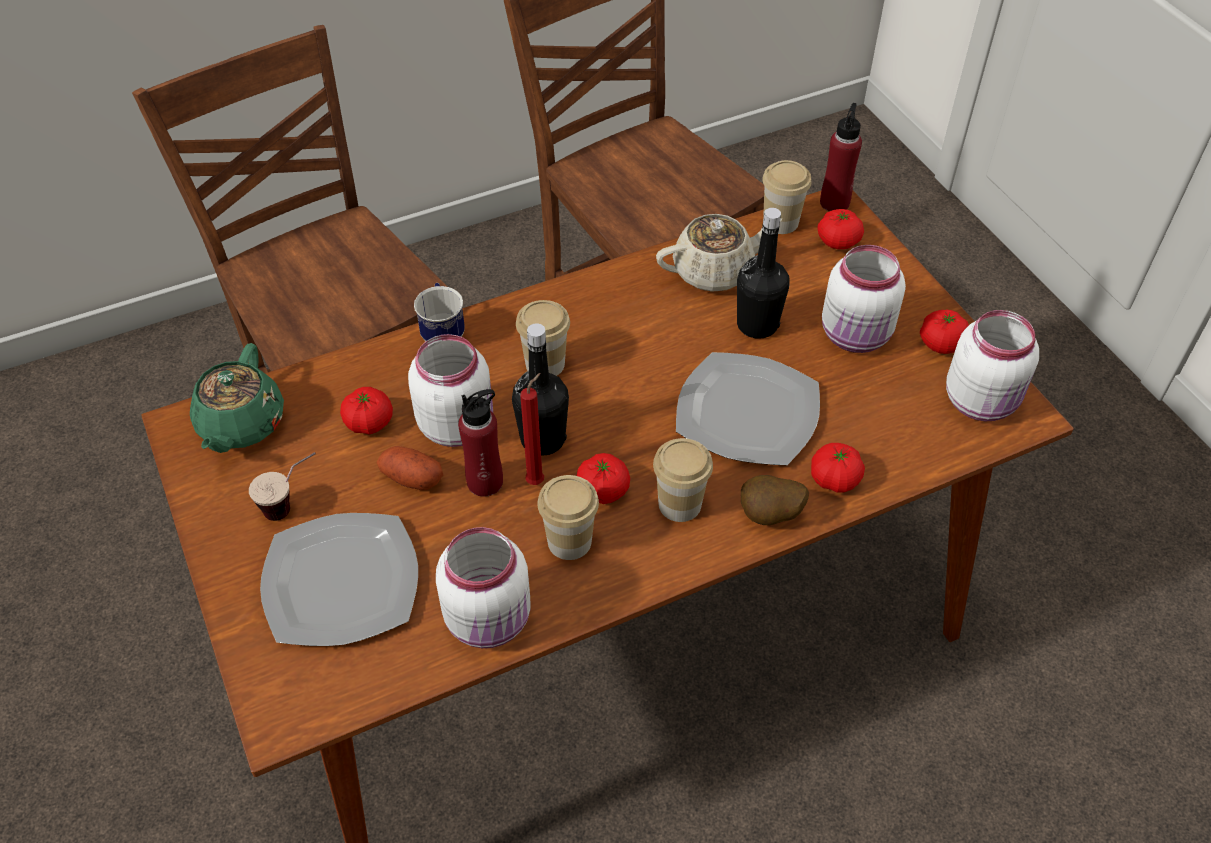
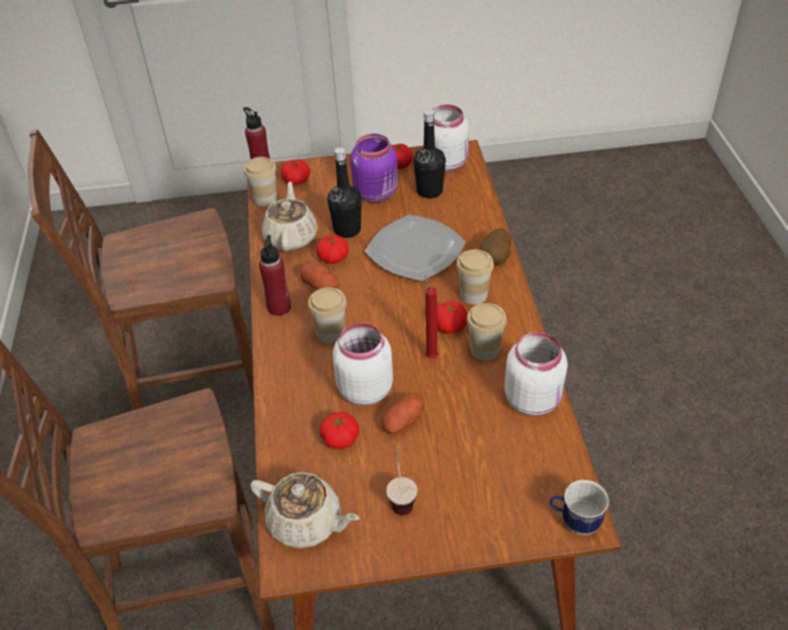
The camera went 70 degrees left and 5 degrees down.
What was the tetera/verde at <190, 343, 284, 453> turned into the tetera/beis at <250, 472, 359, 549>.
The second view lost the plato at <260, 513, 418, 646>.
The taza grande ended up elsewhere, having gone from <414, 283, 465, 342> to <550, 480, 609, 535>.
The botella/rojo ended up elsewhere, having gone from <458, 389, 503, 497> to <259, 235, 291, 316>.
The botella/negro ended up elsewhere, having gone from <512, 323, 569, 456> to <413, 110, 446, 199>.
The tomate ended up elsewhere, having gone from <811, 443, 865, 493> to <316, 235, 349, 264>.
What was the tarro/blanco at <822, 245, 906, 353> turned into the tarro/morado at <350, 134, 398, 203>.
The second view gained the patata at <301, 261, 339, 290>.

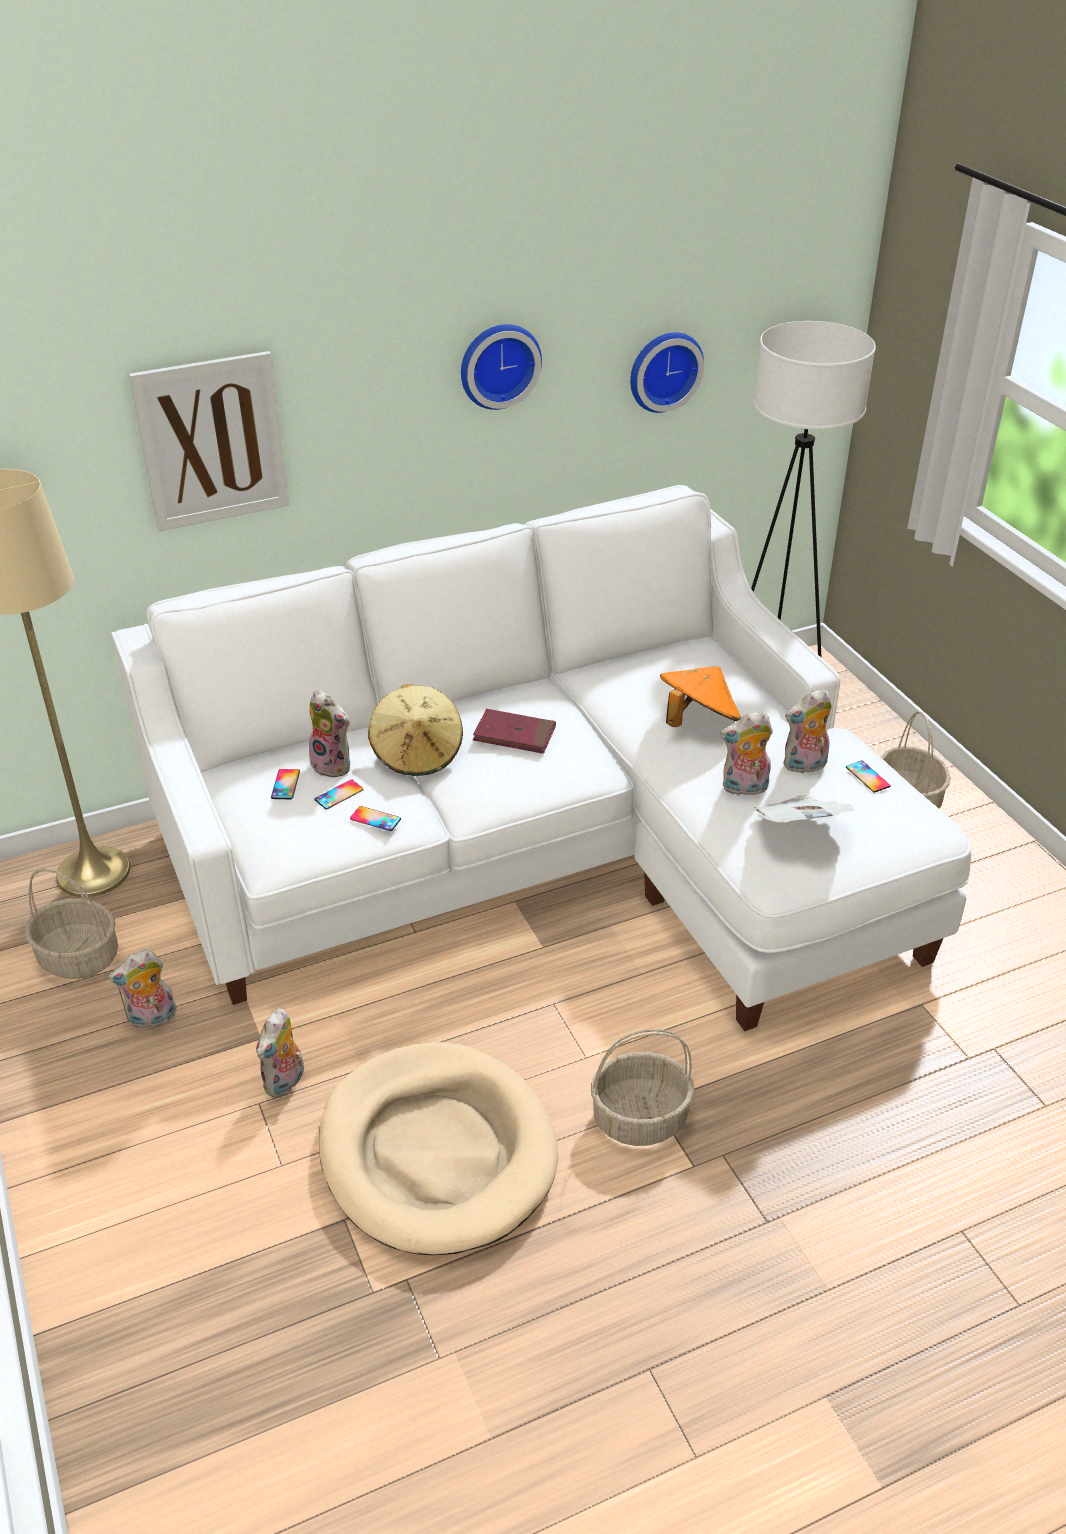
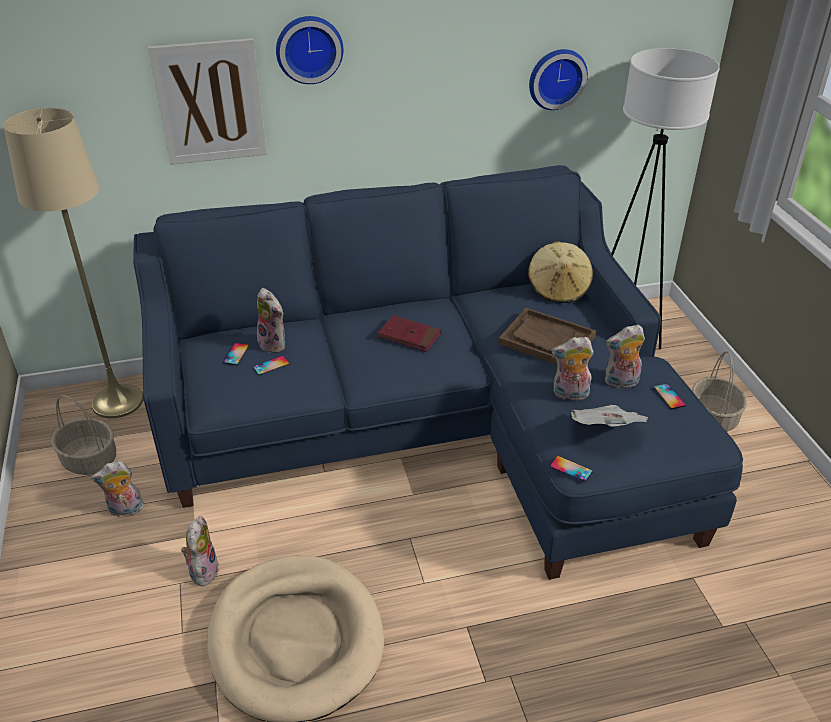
The camera went 10 degrees right and 0 degrees up.
What was the sofá/blanco at <111, 485, 971, 1031> turned into the sofá/azul at <133, 165, 743, 580>.
The peluche at <256, 1009, 304, 1098> ended up facing another way, 150 degrees clockwise from before.
The móvil ended up elsewhere, having gone from <350, 806, 401, 831> to <550, 456, 593, 482>.
The sombrero/beis ended up elsewhere, having gone from <368, 684, 463, 776> to <528, 241, 593, 303>.
The reloj de pared ended up elsewhere, having gone from <461, 324, 542, 410> to <276, 16, 343, 84>.
The second view lost the cesta at <591, 1029, 694, 1146>.
Where the sombrero/naranja stood at <660, 666, 741, 727>, the bandeja/marrón came to stand at <498, 308, 596, 364>.

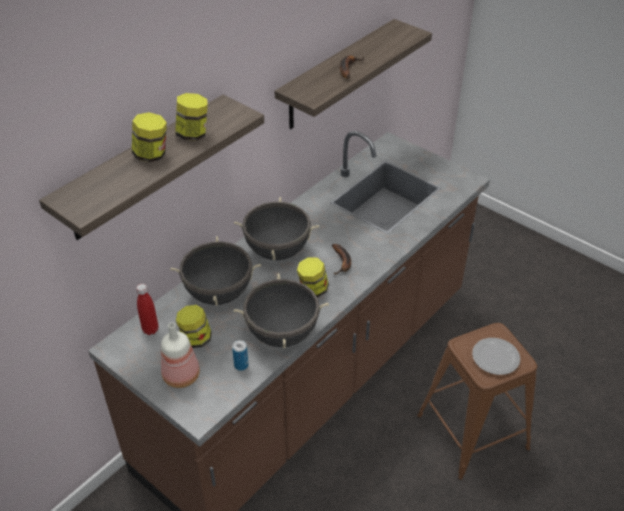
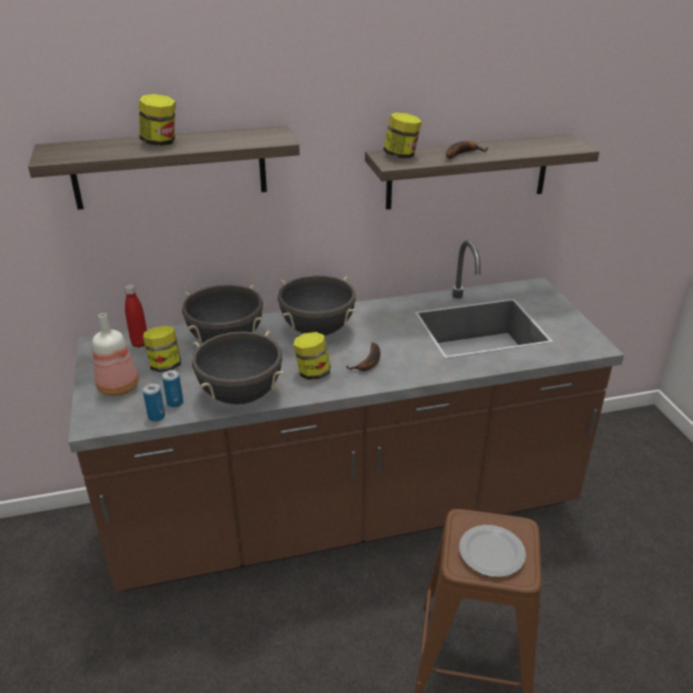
The camera went 35 degrees right and 10 degrees down.
The tarro ended up elsewhere, having gone from <175, 93, 208, 141> to <383, 112, 422, 159>.
The second view gained the lata at <143, 383, 165, 422>.

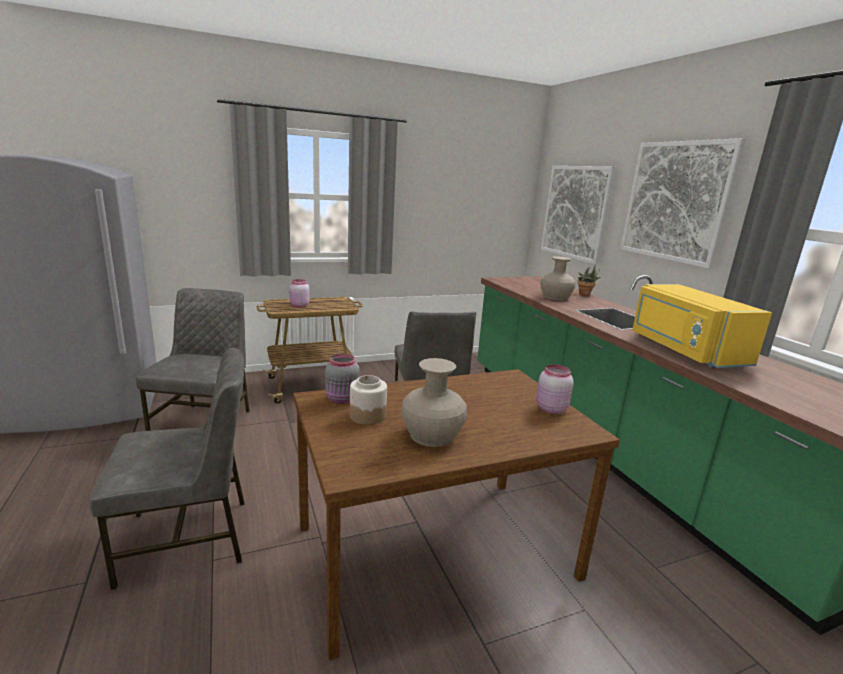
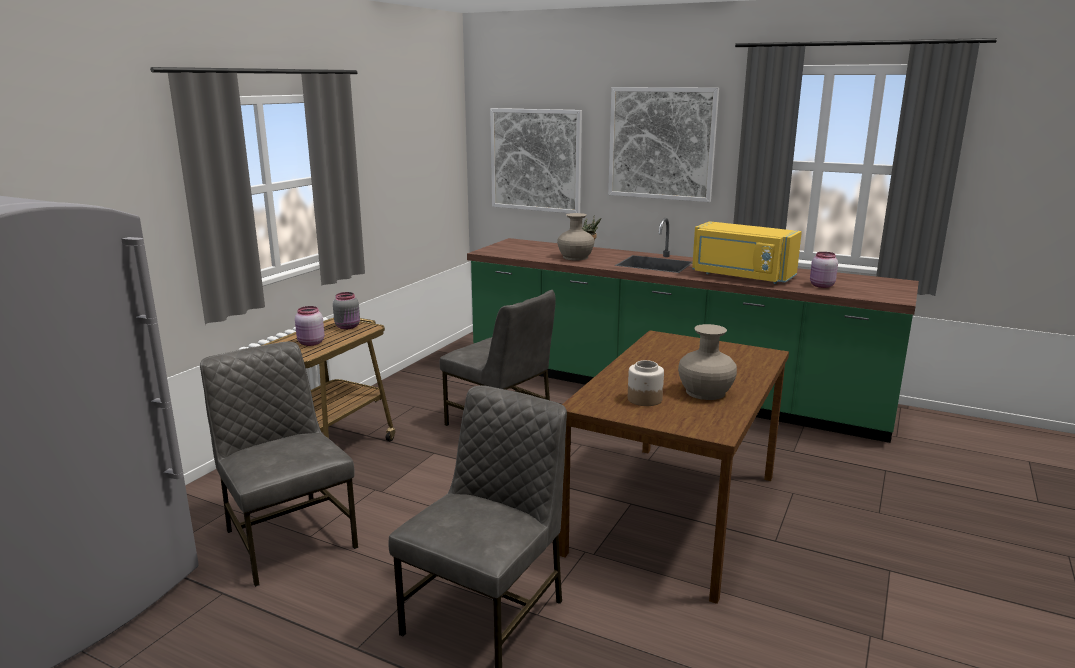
The camera went 40 degrees left and 0 degrees up.
The tarro/gris ended up elsewhere, having gone from <325, 354, 359, 404> to <333, 292, 360, 329>.
The tarro/rosa ended up elsewhere, having gone from <536, 364, 574, 414> to <810, 252, 838, 288>.

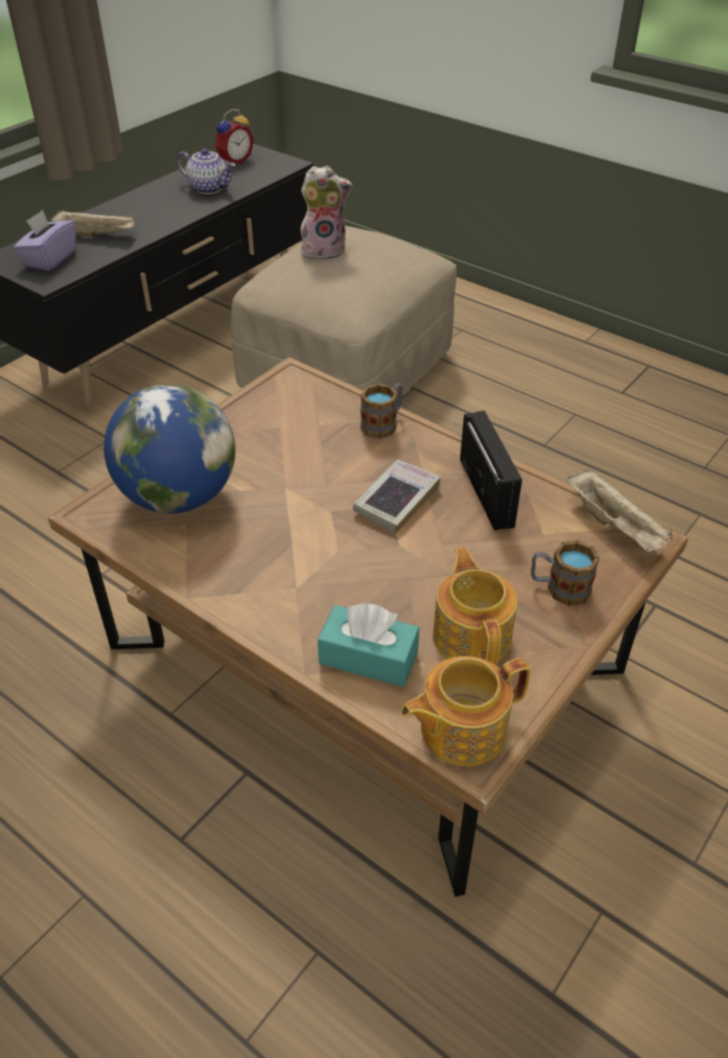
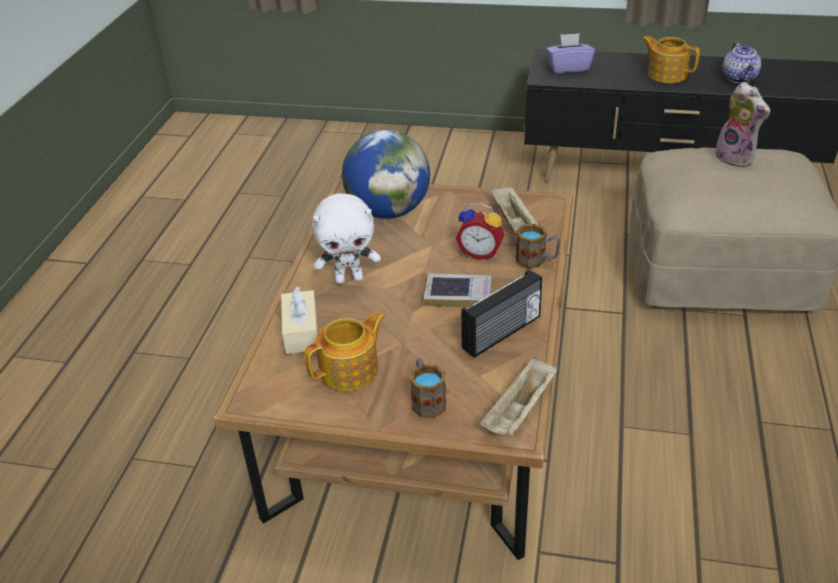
The camera went 65 degrees right and 5 degrees down.
The bandeja/beis ended up elsewhere, having gone from <51, 210, 135, 237> to <491, 186, 541, 234>.
The despertador ended up elsewhere, having gone from <215, 109, 254, 165> to <456, 203, 505, 260>.
What was the caja de pañuelos/turquesa at <318, 603, 419, 687> turned into the caja de pañuelos/beis at <281, 286, 318, 354>.
The tetera ended up elsewhere, having gone from <401, 656, 530, 766> to <642, 36, 700, 83>.
The second view gained the peluche/blanco at <312, 193, 381, 284>.

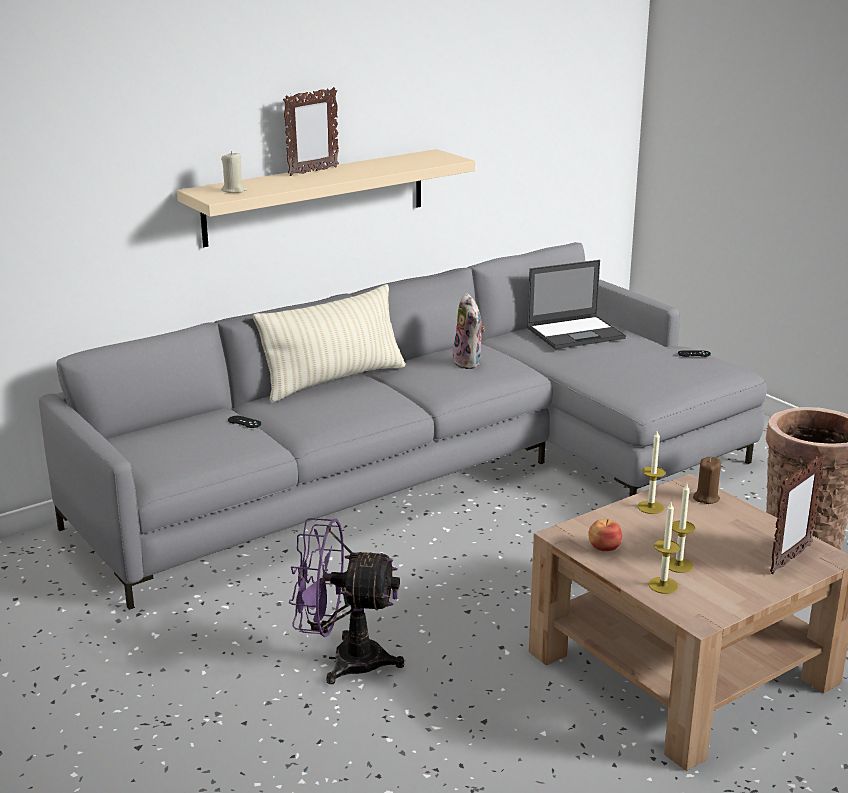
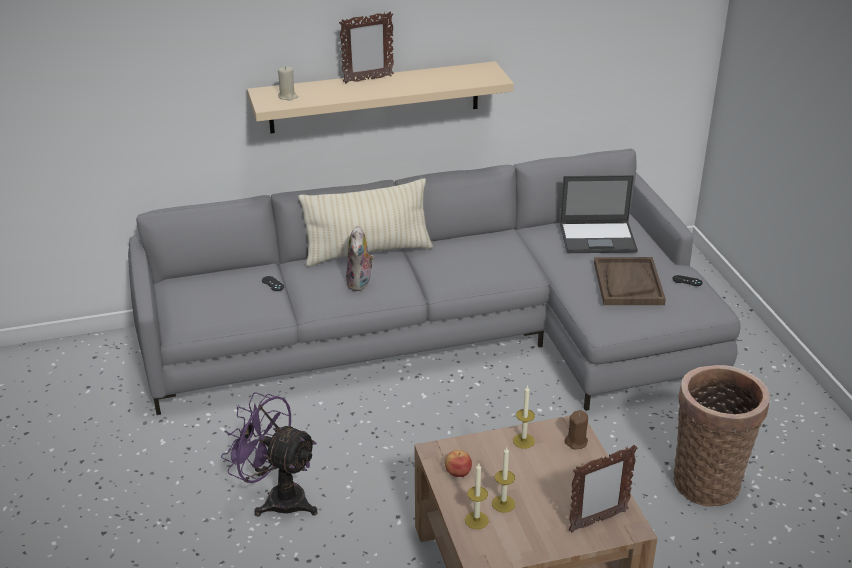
The camera went 20 degrees right and 10 degrees up.
The peluche ended up elsewhere, having gone from <453, 293, 485, 369> to <346, 225, 374, 291>.
The second view gained the bandeja/marrón at <594, 257, 666, 305>.

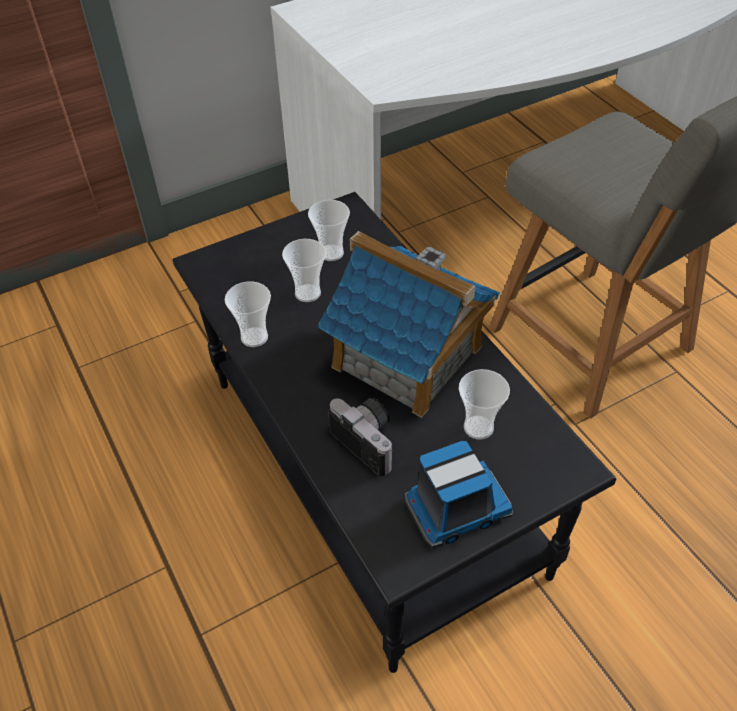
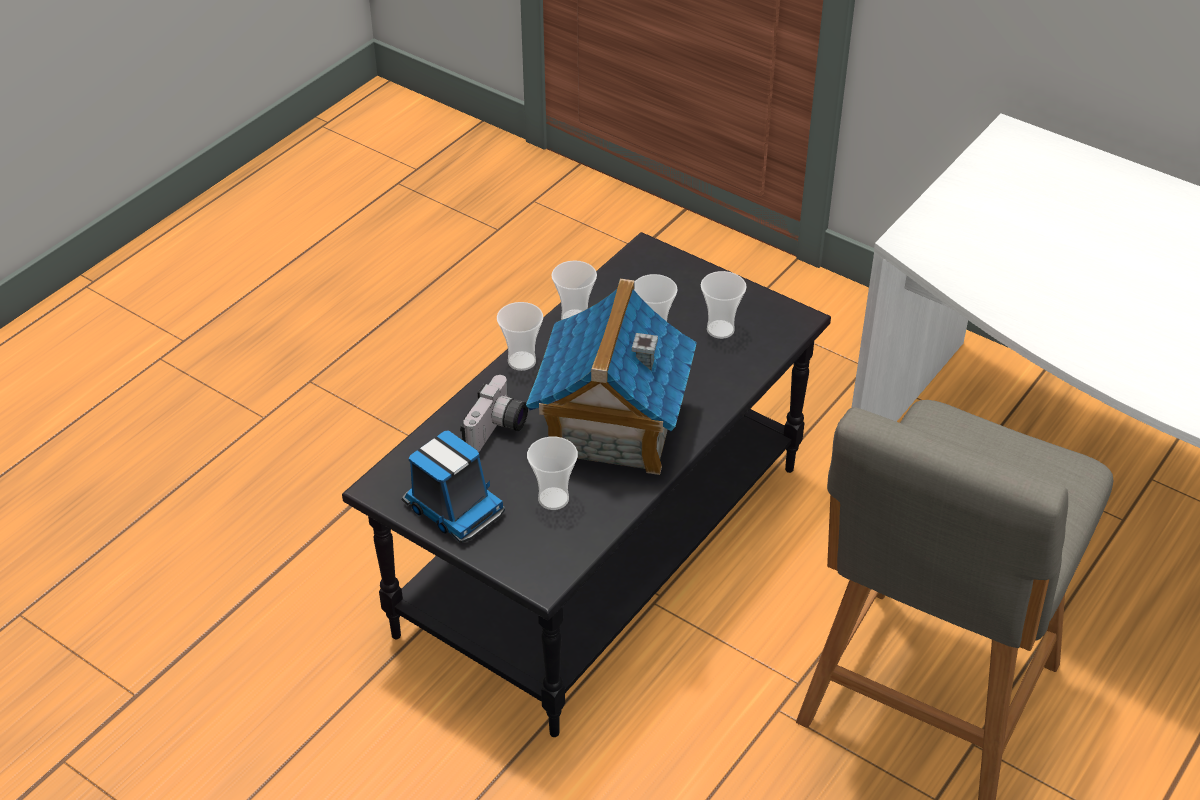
The camera went 65 degrees right and 5 degrees down.
The second view gained the taza at <497, 302, 543, 371>.

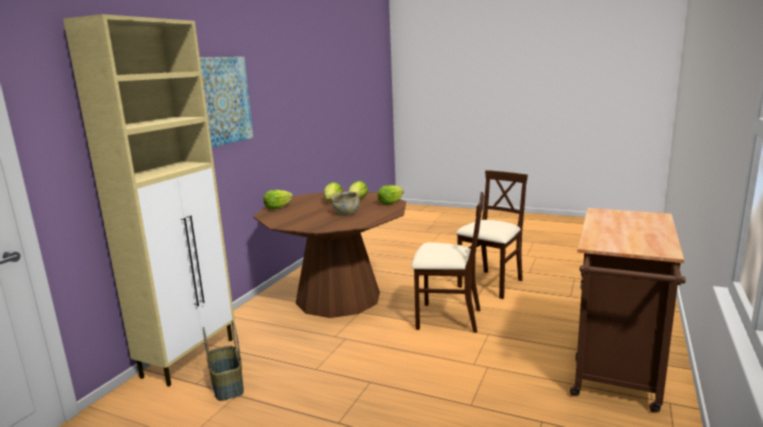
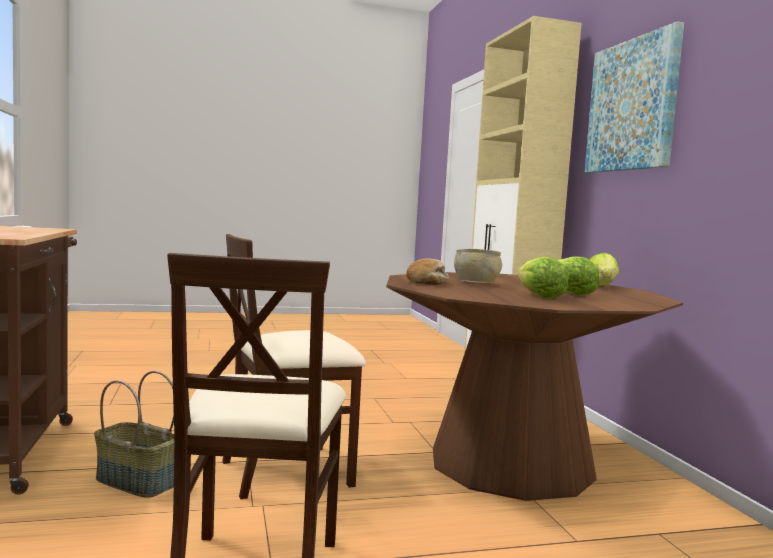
The camera went 140 degrees right and 10 degrees down.
The cesta ended up elsewhere, having gone from <203, 320, 244, 401> to <94, 371, 174, 498>.
The second view lost the lechuga at <377, 185, 404, 205>.
The second view gained the pan at <406, 258, 449, 285>.

